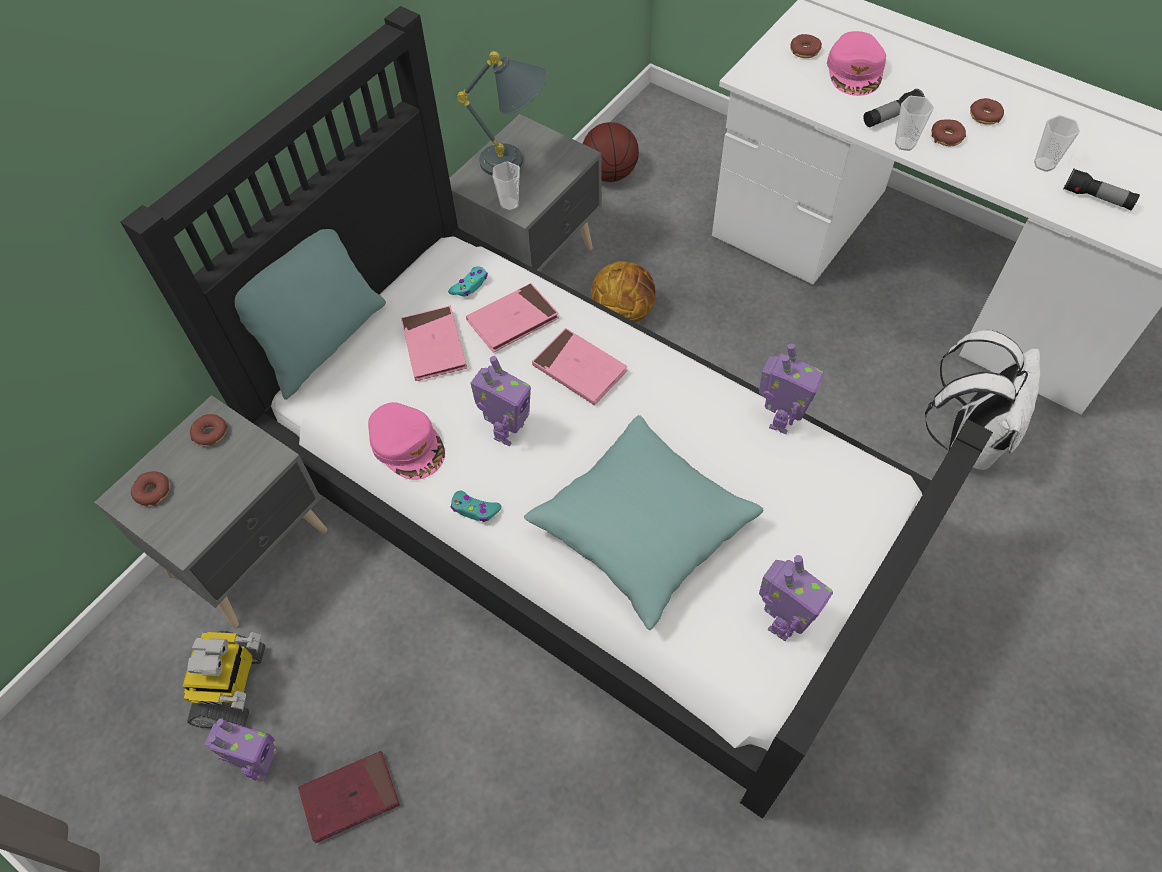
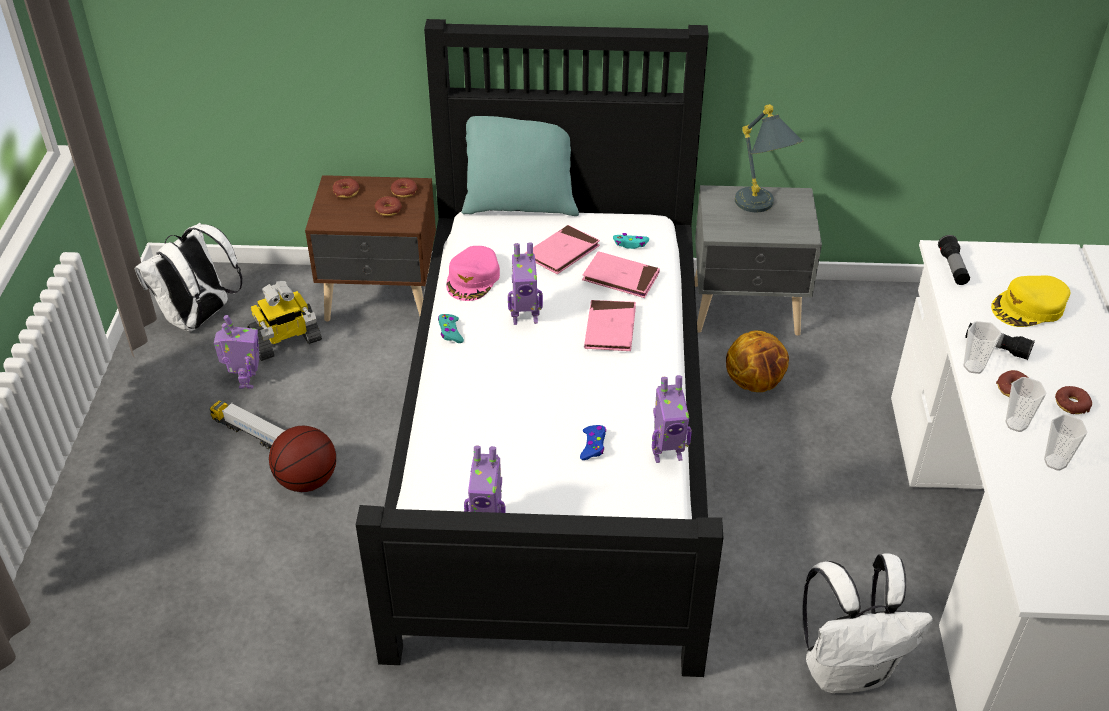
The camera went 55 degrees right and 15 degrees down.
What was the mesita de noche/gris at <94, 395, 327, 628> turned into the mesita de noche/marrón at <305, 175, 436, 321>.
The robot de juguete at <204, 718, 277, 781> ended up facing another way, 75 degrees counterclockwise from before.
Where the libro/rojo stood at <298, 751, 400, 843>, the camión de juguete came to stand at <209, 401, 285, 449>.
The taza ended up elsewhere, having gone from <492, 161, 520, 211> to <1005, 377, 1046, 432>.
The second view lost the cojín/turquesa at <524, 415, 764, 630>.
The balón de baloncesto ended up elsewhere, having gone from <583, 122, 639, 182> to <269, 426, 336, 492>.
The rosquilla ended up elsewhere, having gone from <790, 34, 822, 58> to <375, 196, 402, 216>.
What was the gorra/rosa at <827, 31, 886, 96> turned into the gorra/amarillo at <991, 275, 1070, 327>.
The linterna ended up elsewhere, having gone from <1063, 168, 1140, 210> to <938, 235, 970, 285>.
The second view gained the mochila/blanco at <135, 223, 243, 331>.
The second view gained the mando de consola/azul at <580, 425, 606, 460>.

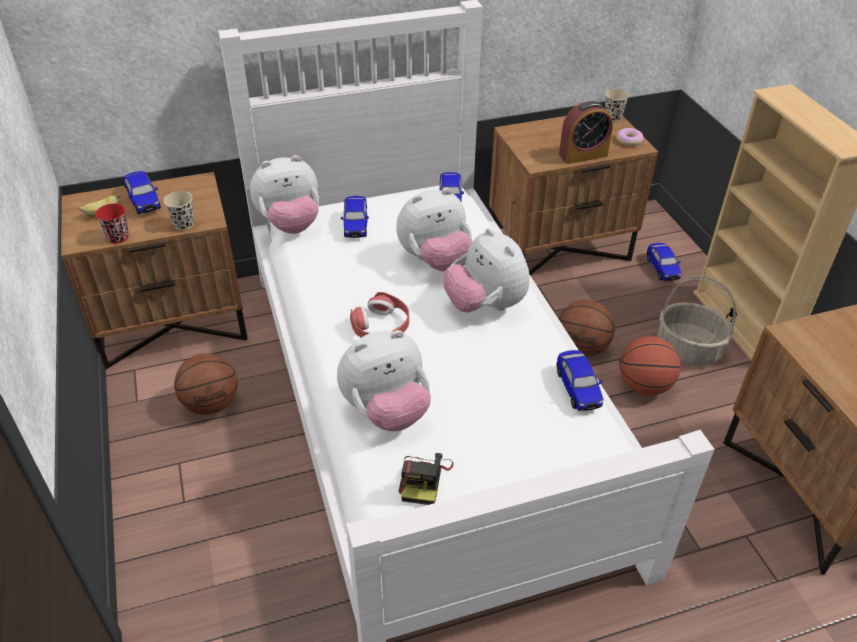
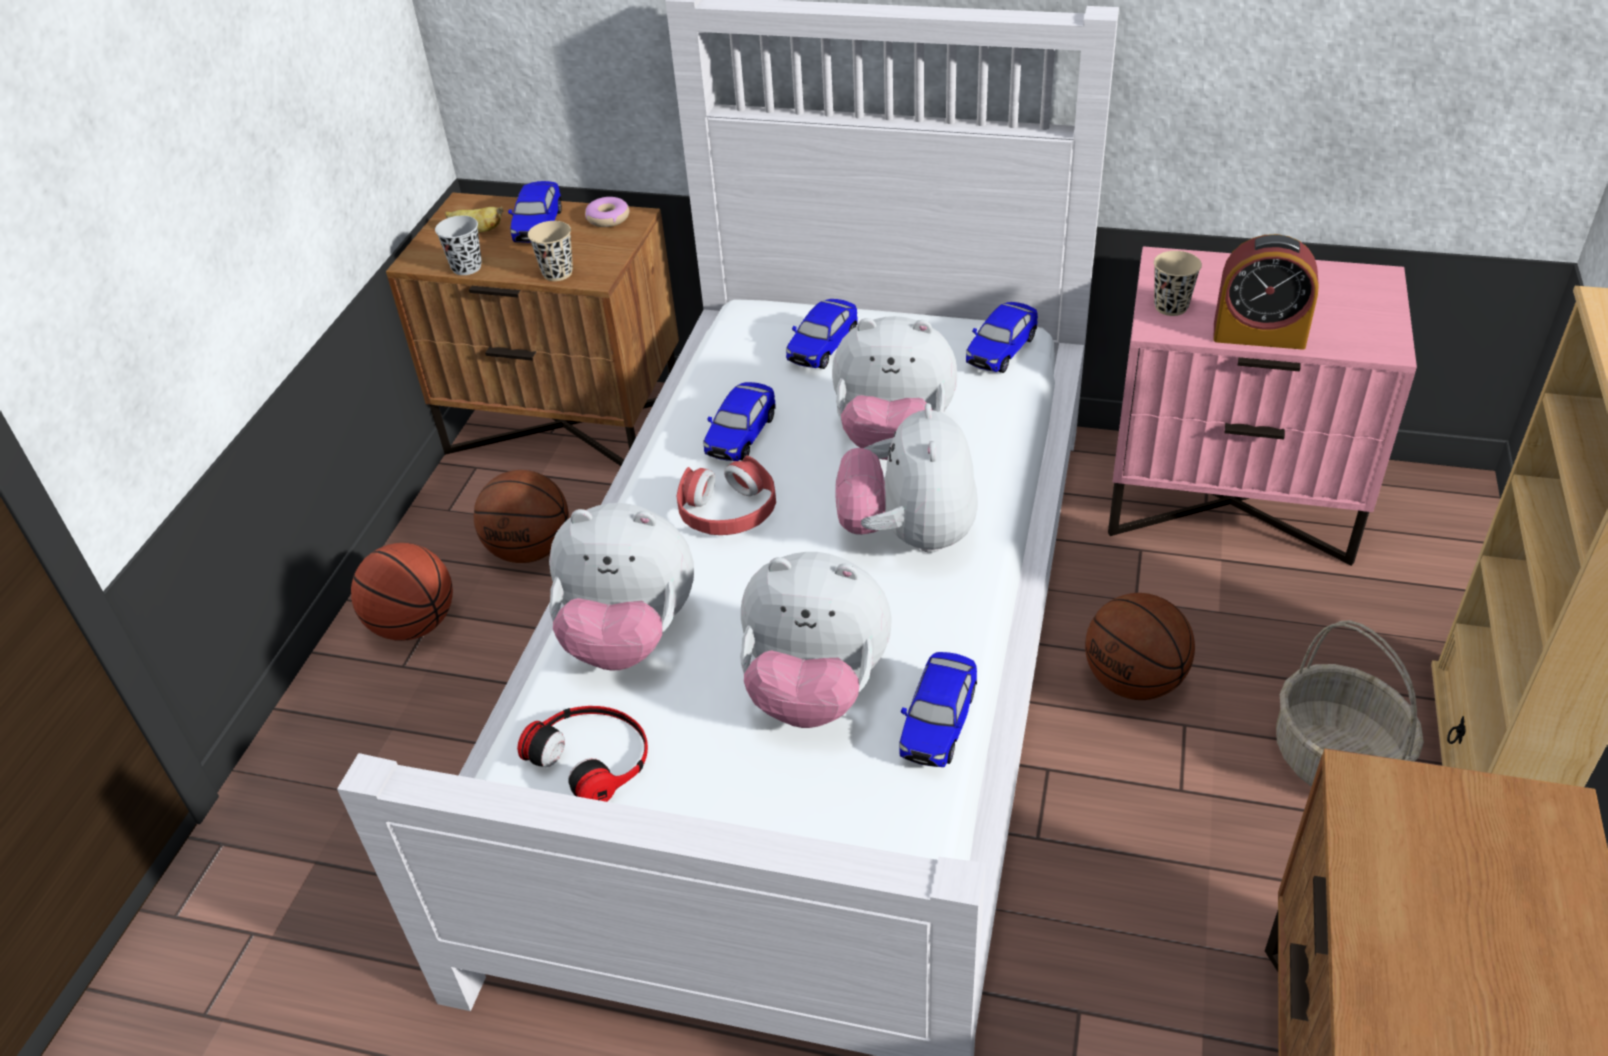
The camera went 35 degrees right and 0 degrees up.
What was the taza/rojo at <95, 204, 129, 244> turned into the taza/negro at <435, 216, 482, 275>.
The peluche ended up elsewhere, having gone from <250, 155, 319, 234> to <740, 552, 891, 728>.
Where the cámara stood at <399, 453, 454, 505>, the auriculares came to stand at <517, 706, 648, 802>.
What was the mesita de noche/marrón at <489, 116, 658, 275> turned into the mesita de noche/rosa at <1108, 246, 1417, 566>.
The taza/beis ended up elsewhere, having gone from <605, 89, 629, 122> to <1154, 251, 1202, 316>.
The rosquilla ended up elsewhere, having gone from <616, 128, 643, 146> to <585, 197, 629, 227>.
The balón de baloncesto ended up elsewhere, having gone from <620, 336, 681, 395> to <351, 543, 453, 641>.
The coche de juguete ended up elsewhere, having gone from <647, 243, 682, 281> to <704, 382, 775, 461>.

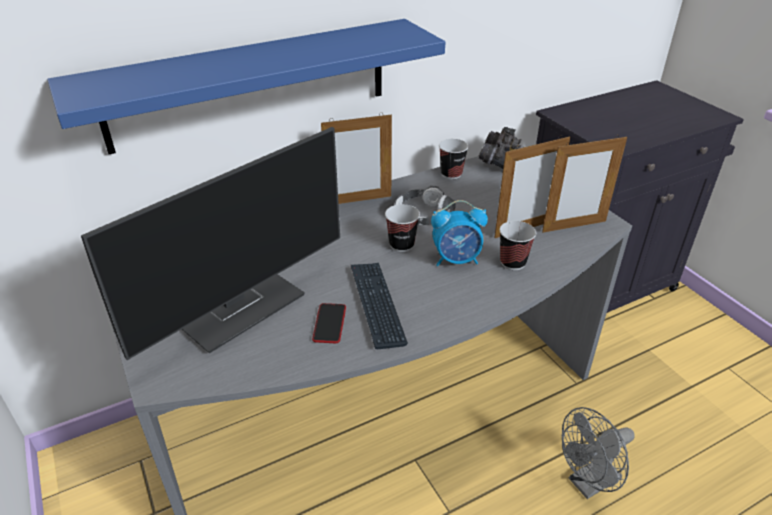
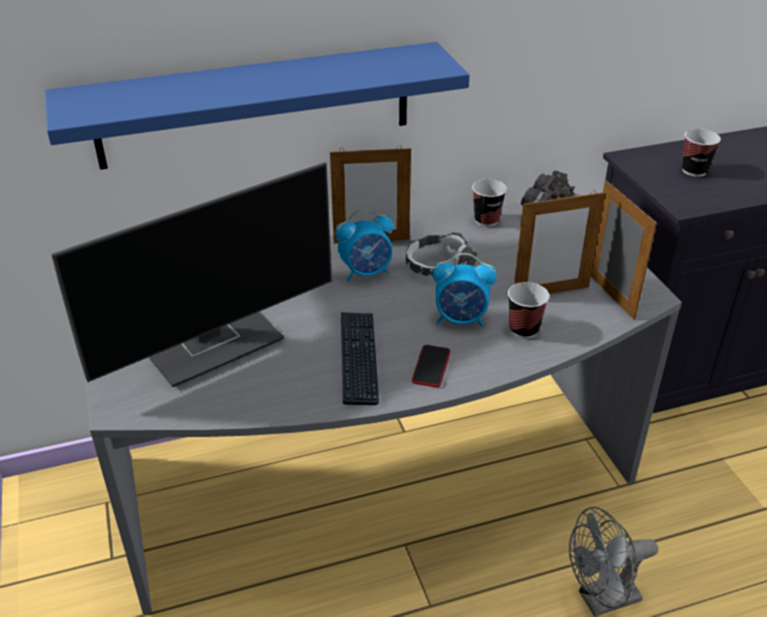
The camera went 10 degrees right and 0 degrees up.
The móvil ended up elsewhere, having gone from <312, 303, 346, 343> to <412, 345, 451, 387>.
The taza ended up elsewhere, having gone from <385, 204, 420, 252> to <682, 129, 721, 177>.
The portarretratos at <542, 135, 627, 233> ended up facing another way, 105 degrees counterclockwise from before.
The second view gained the despertador at <336, 209, 393, 282>.

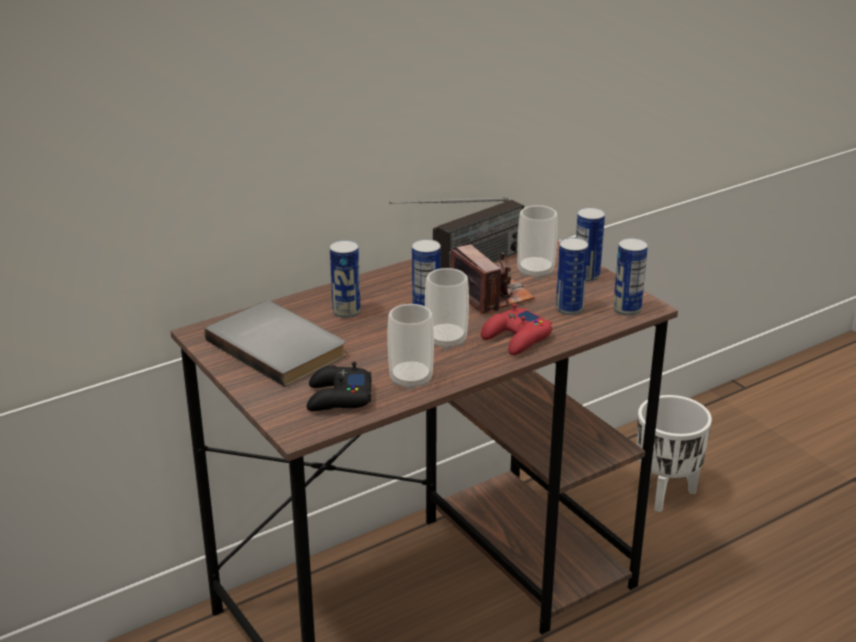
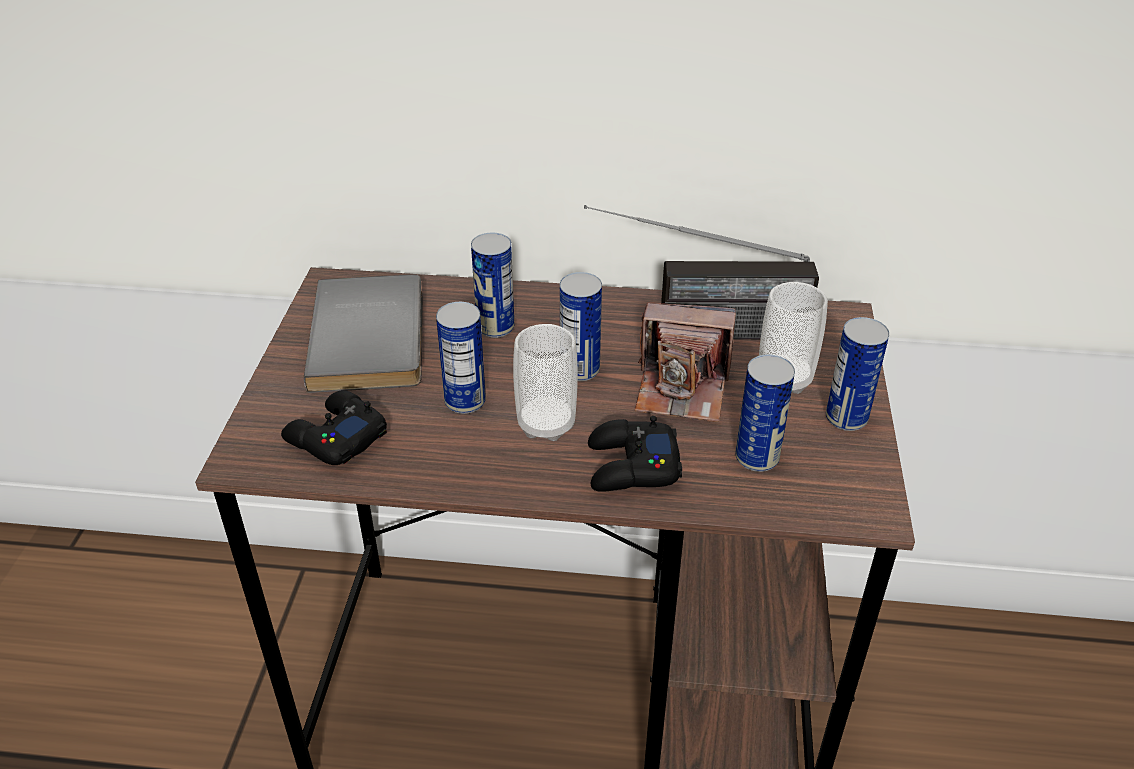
The camera went 40 degrees right and 10 degrees up.
The second view lost the taza at <387, 304, 434, 390>.
The cámara at <451, 244, 535, 314> ended up facing another way, 90 degrees clockwise from before.
What was the mando de consola/rojo at <481, 303, 552, 355> turned into the mando de consola/negro at <588, 416, 682, 492>.
The lata ended up elsewhere, having gone from <613, 238, 648, 316> to <436, 302, 486, 414>.
The second view lost the maceta/blanco at <637, 395, 712, 512>.

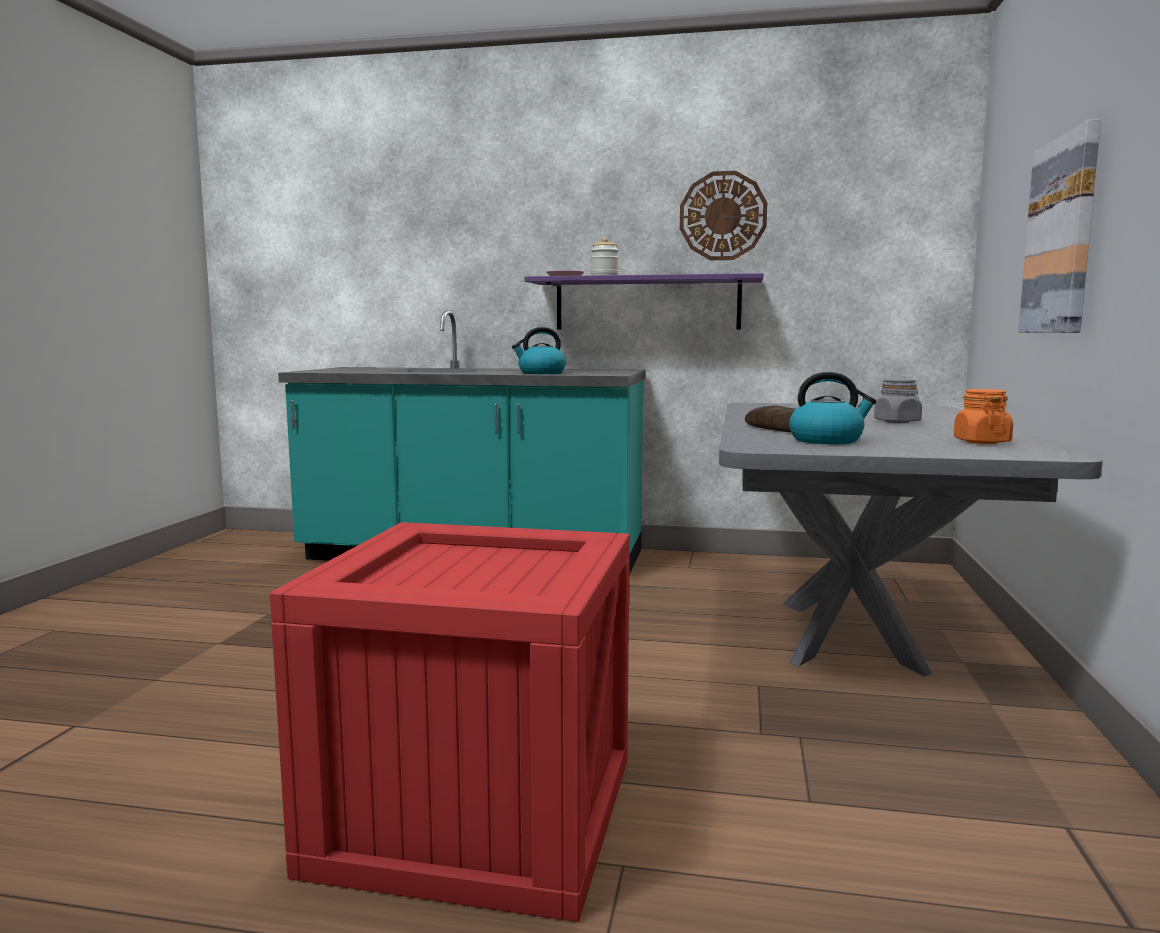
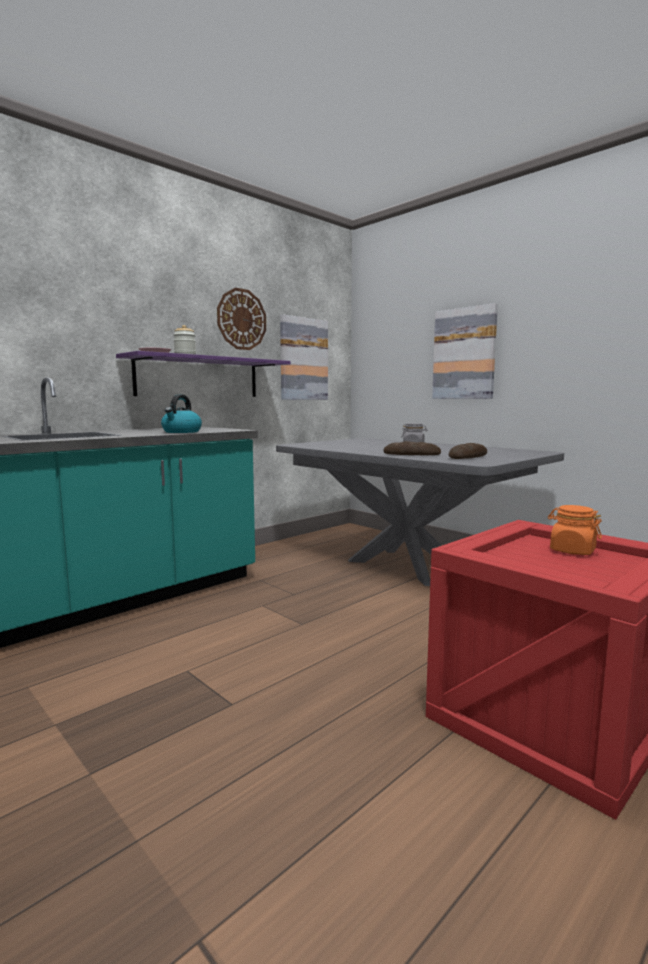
The camera went 55 degrees left and 0 degrees up.
Where the hervidor stood at <789, 372, 877, 444>, the pan came to stand at <449, 443, 487, 459>.
The tarro/naranja ended up elsewhere, having gone from <954, 389, 1013, 444> to <548, 505, 602, 555>.
The second view gained the cuadro at <280, 314, 328, 400>.

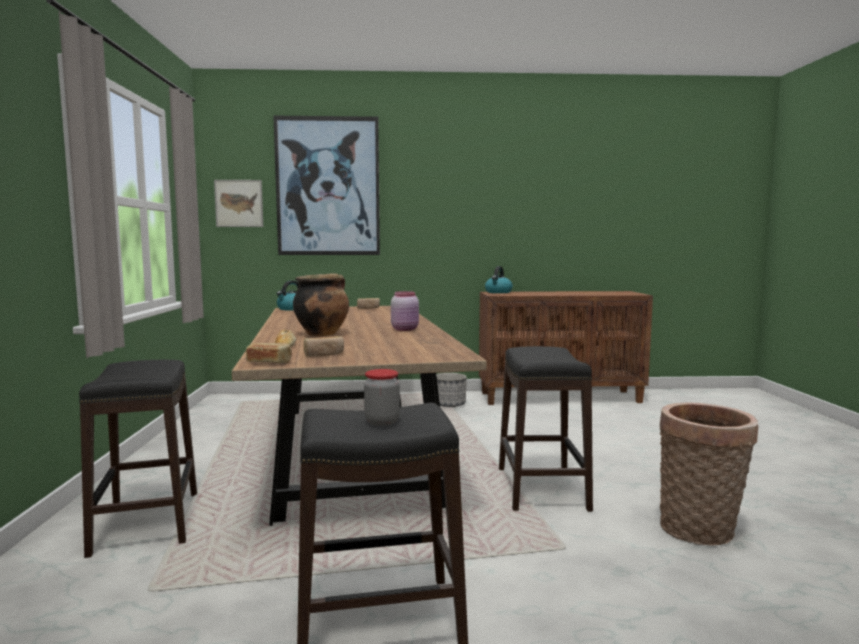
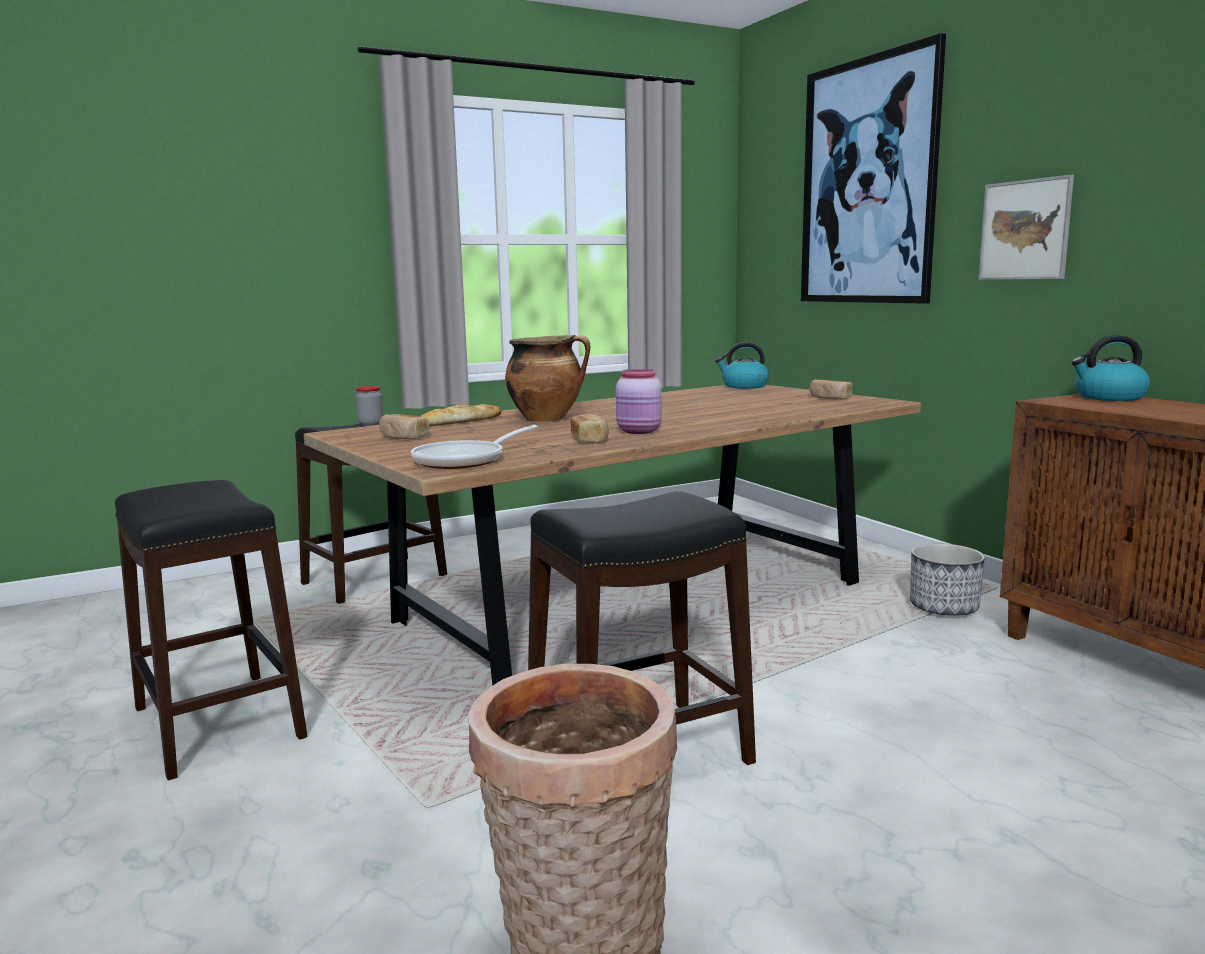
The camera went 65 degrees right and 5 degrees up.
The cuadro ended up elsewhere, having gone from <214, 180, 263, 227> to <978, 175, 1074, 280>.
The pan ended up elsewhere, having gone from <246, 343, 292, 363> to <571, 414, 609, 443>.
The tarro ended up elsewhere, having gone from <364, 369, 400, 426> to <355, 386, 383, 425>.
The second view gained the sartén at <411, 425, 538, 469>.

